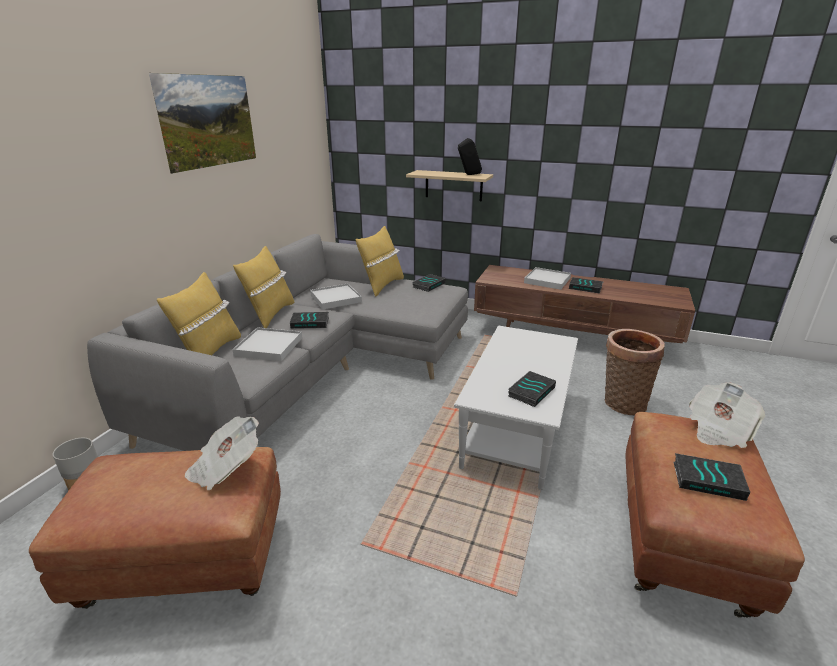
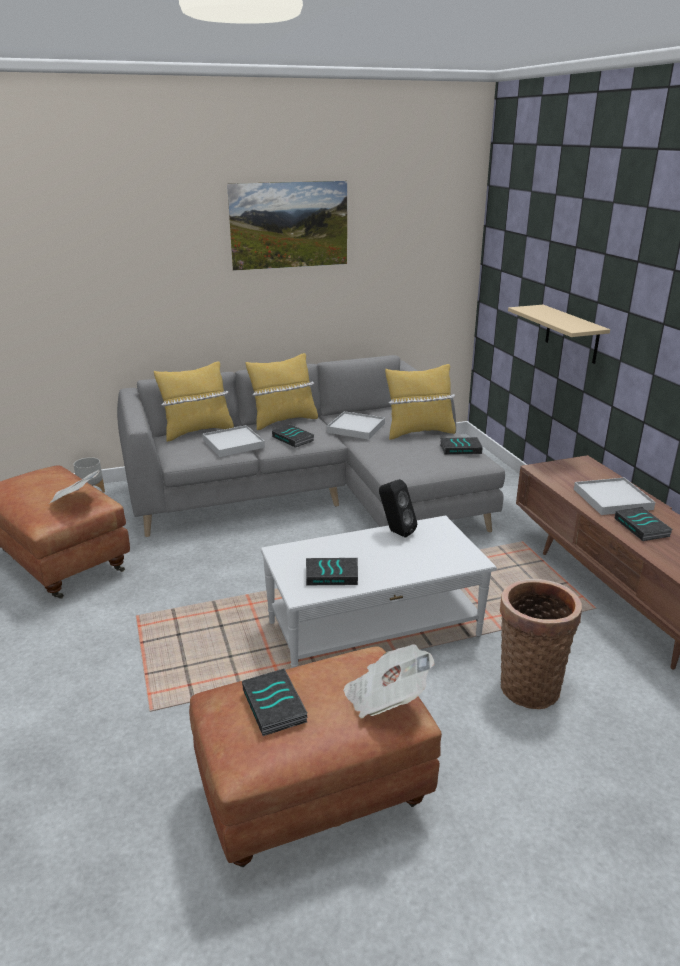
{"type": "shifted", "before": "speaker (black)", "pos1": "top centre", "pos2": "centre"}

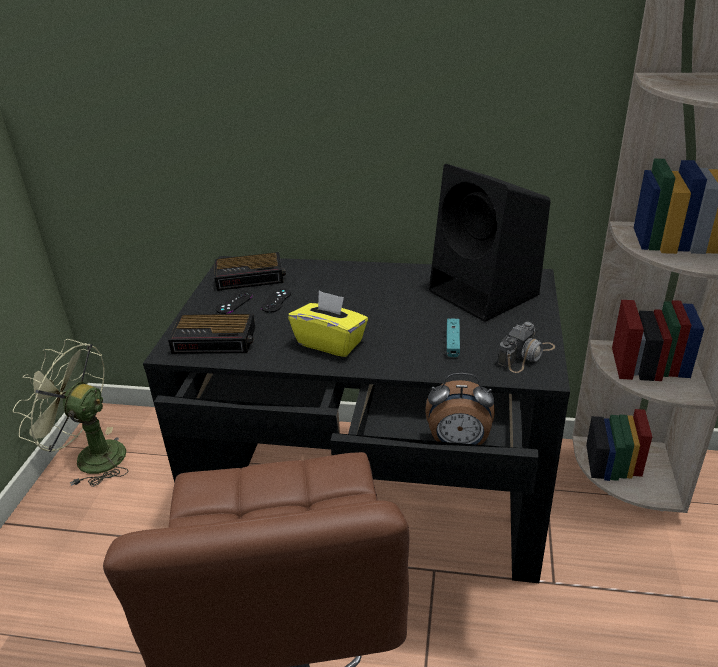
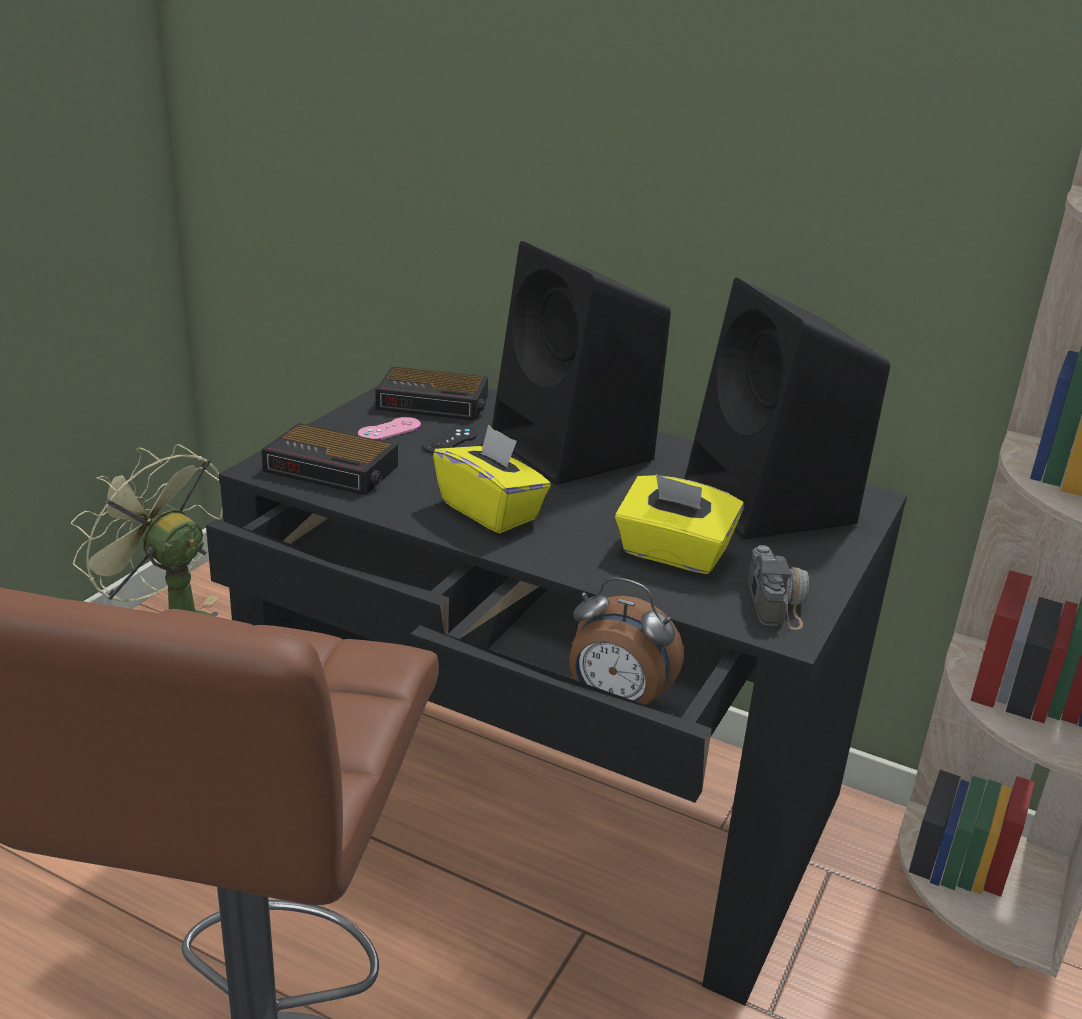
{"type": "repainted", "before": "game controller (black) (no. 1 from left)", "after": "game controller (pink)", "pos1": "middle left", "pos2": "centre"}
{"type": "swapped", "before": "game controller (turquoise)", "after": "tissue box (yellow) (no. 2 from left)", "pos1": "centre", "pos2": "centre"}
{"type": "rotated", "before": "photo camera", "pos1": "middle right", "pos2": "middle right", "turn": -60}
{"type": "new", "after": "speaker (black) (no. 1 from left)", "pos2": "centre"}

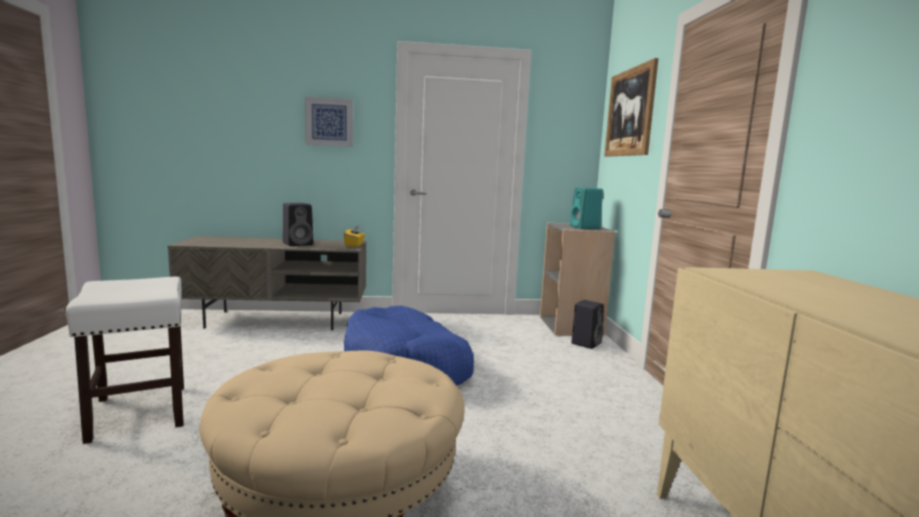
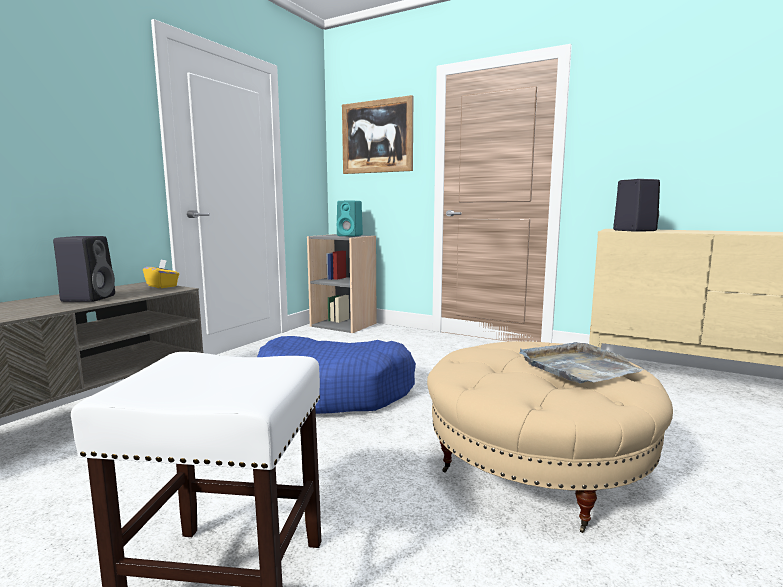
{"type": "gone", "before": "picture (no. 1 from left)", "pos1": "top centre"}
{"type": "shifted", "before": "speaker (black) (no. 2 from left)", "pos1": "centre", "pos2": "middle right"}
{"type": "new", "after": "tray (grey)", "pos2": "middle right"}

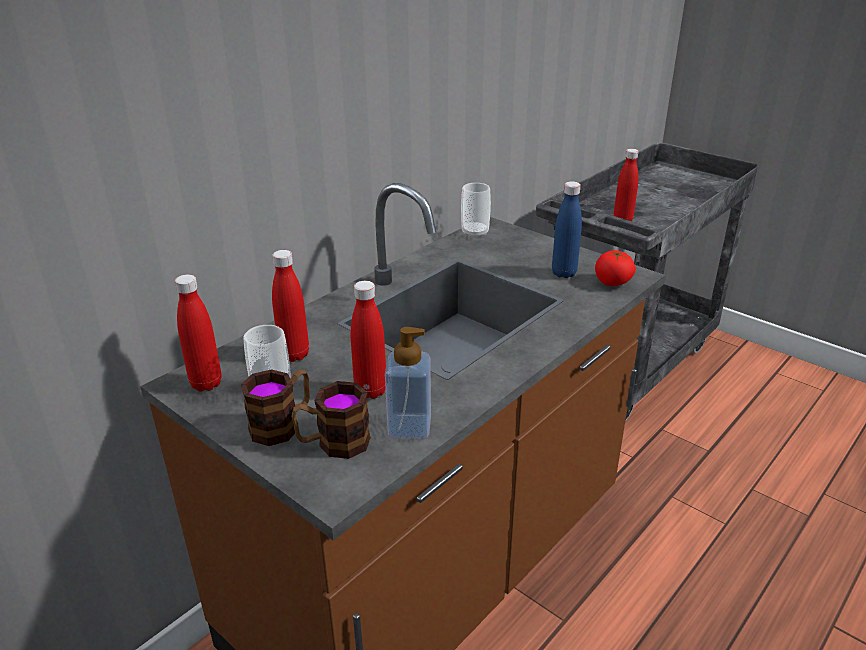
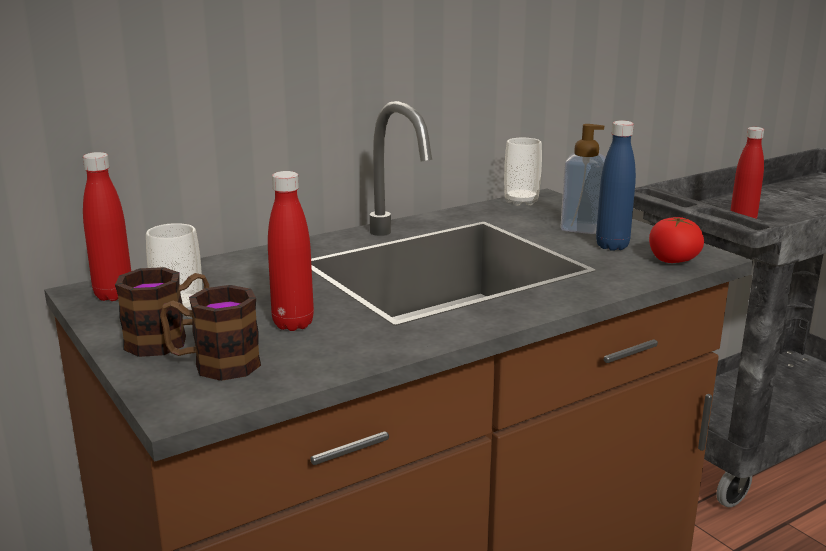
{"type": "gone", "before": "bottle (red) (no. 2 from left)", "pos1": "centre"}
{"type": "shifted", "before": "soap dispenser", "pos1": "centre", "pos2": "top right"}

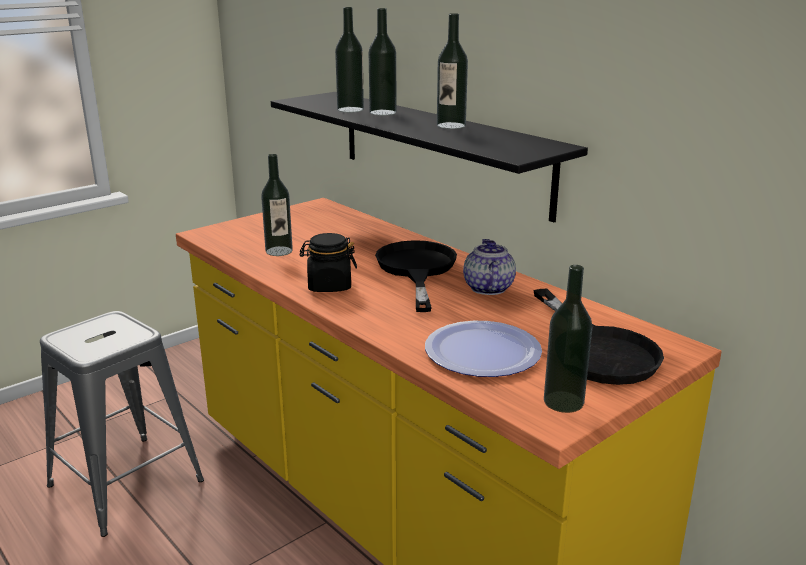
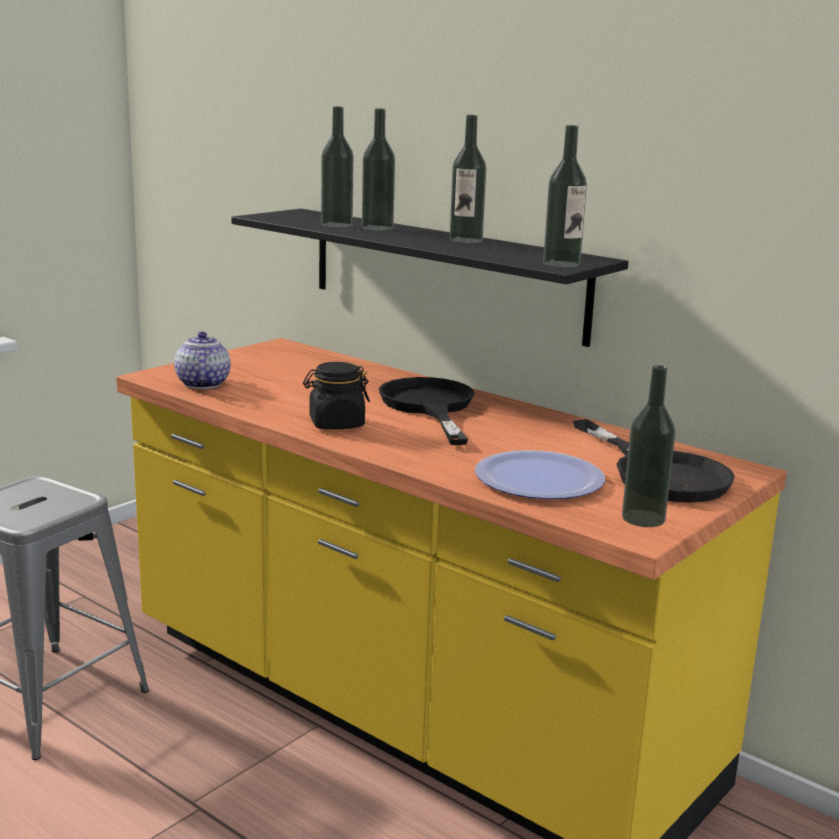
{"type": "shifted", "before": "bottle (no. 1 from left in the first image)", "after": "bottle (no. 4 from left)", "pos1": "centre", "pos2": "top right"}
{"type": "shifted", "before": "teapot", "pos1": "centre", "pos2": "middle left"}

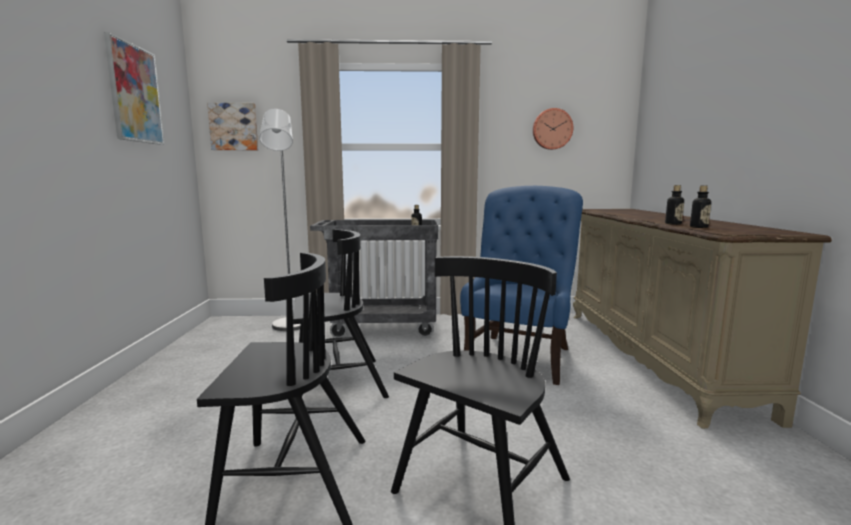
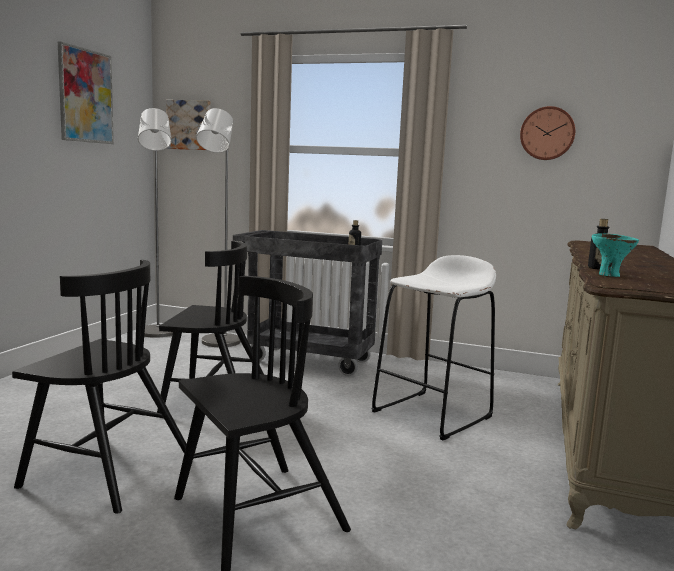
{"type": "swapped", "before": "chair (blue)", "after": "stool (white)", "pos1": "centre", "pos2": "centre"}
{"type": "swapped", "before": "bottle (no. 3 from left)", "after": "bowl (turquoise)", "pos1": "middle right", "pos2": "middle right"}
{"type": "new", "after": "floor lamp (grey) (no. 1 from left)", "pos2": "middle left"}

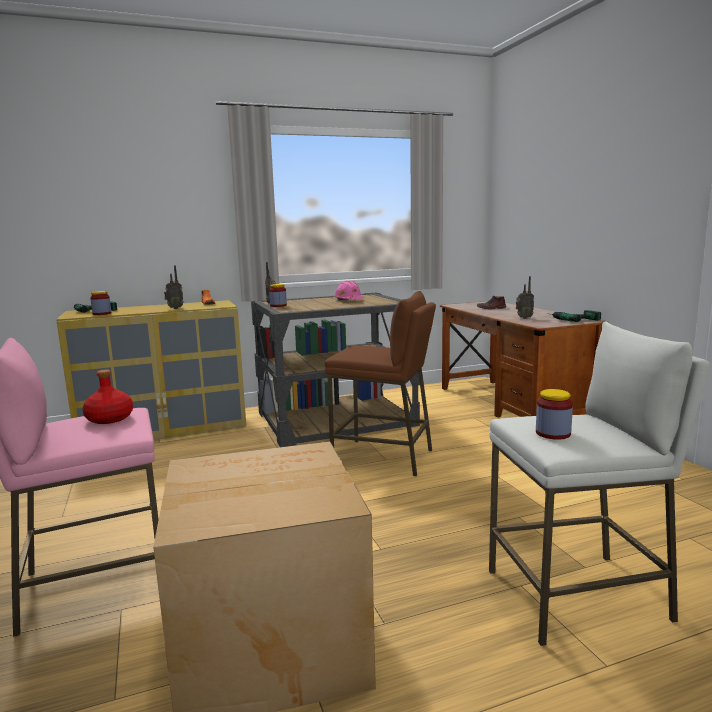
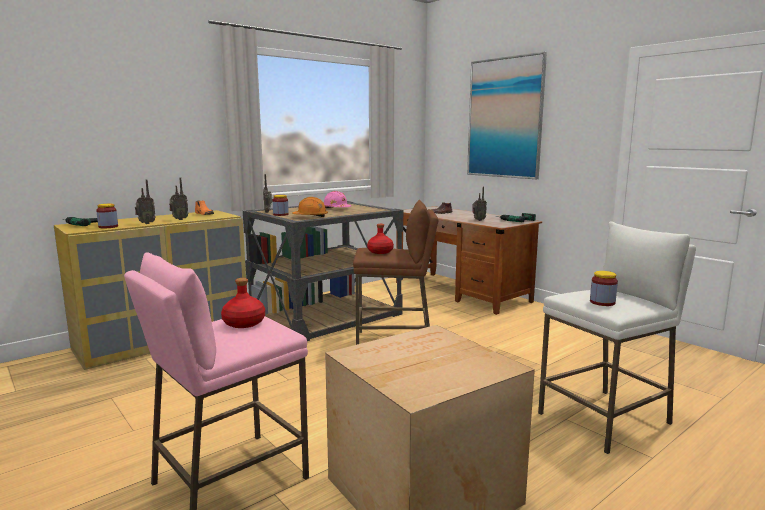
{"type": "new", "after": "radio (no. 1 from left)", "pos2": "middle left"}
{"type": "new", "after": "hard hat (orange)", "pos2": "centre"}
{"type": "new", "after": "bottle (red) (no. 2 from left)", "pos2": "centre"}
{"type": "new", "after": "picture", "pos2": "top centre"}

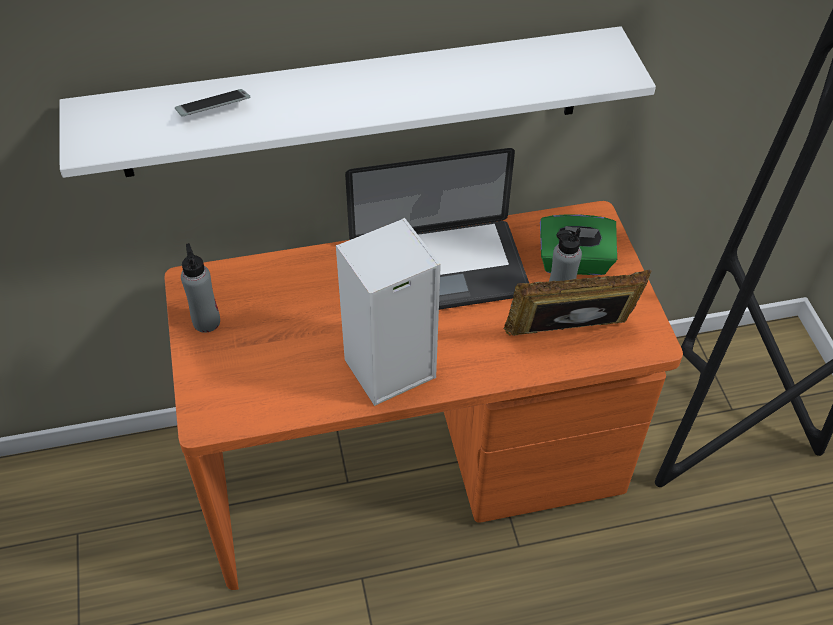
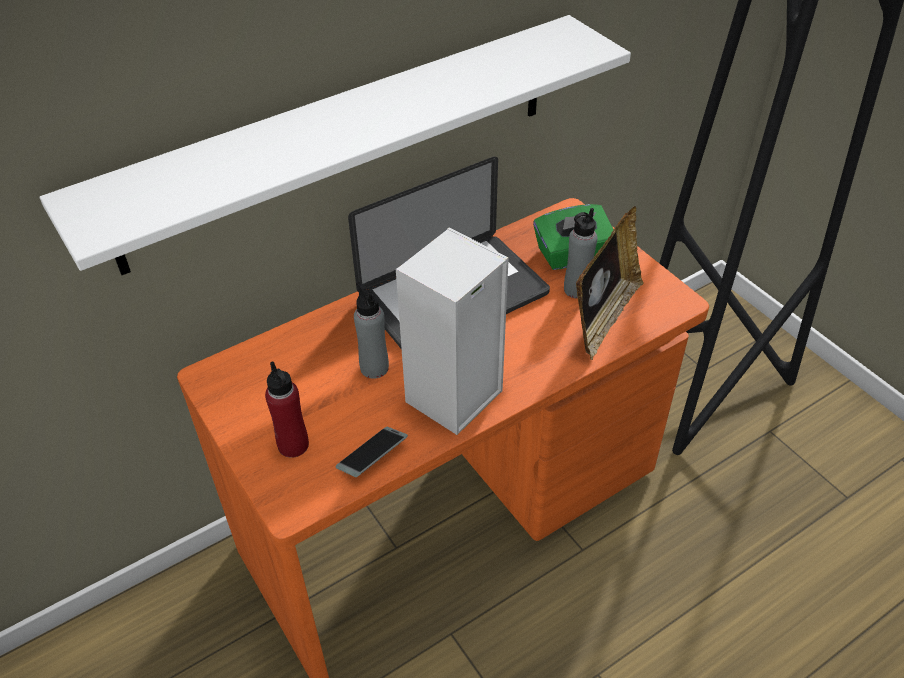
{"type": "shifted", "before": "phone", "pos1": "top left", "pos2": "bottom centre"}
{"type": "shifted", "before": "bottle (grey) (no. 1 from left)", "pos1": "middle left", "pos2": "centre"}
{"type": "rotated", "before": "picture frame", "pos1": "middle right", "pos2": "middle right", "turn": 150}
{"type": "new", "after": "bottle (red)", "pos2": "middle left"}

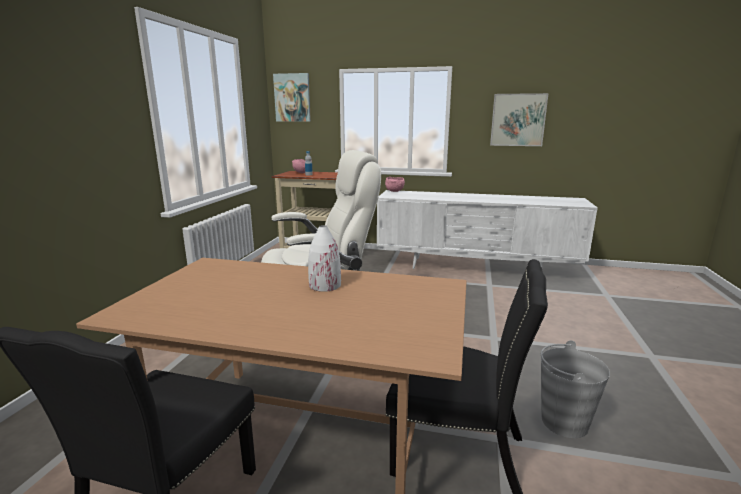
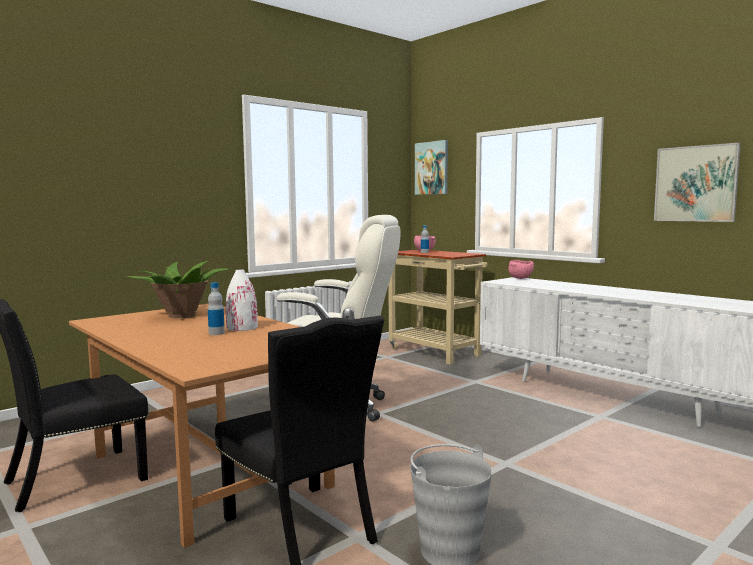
{"type": "new", "after": "potted plant", "pos2": "middle left"}
{"type": "new", "after": "bottle (no. 1 from left)", "pos2": "middle left"}

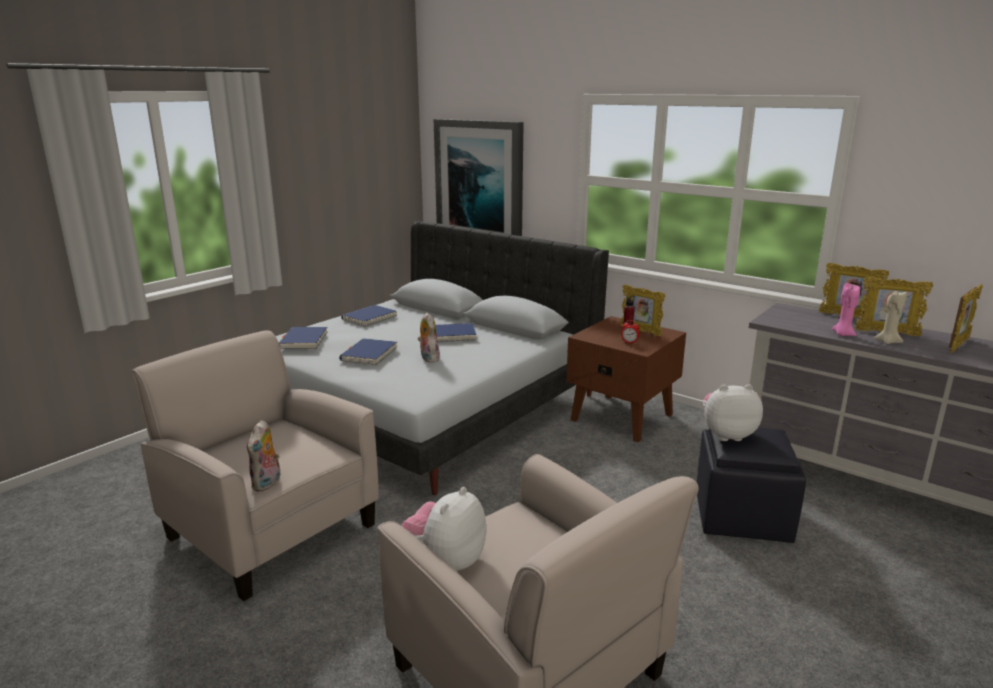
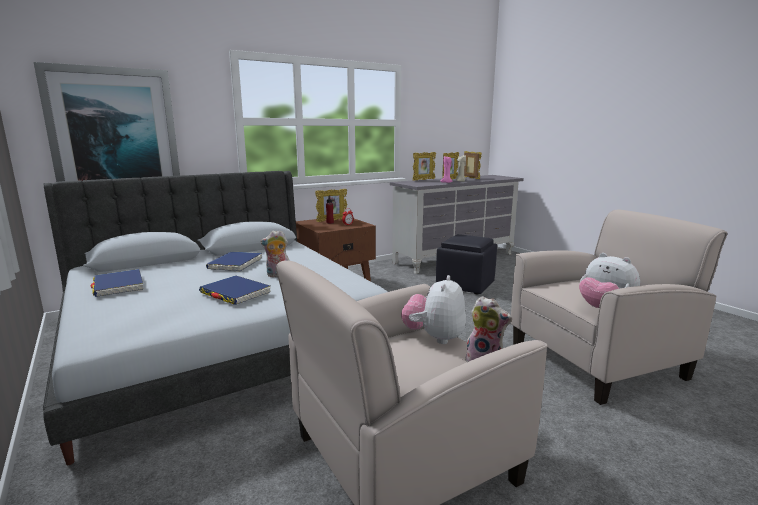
{"type": "gone", "before": "book (blue) (no. 1 from left)", "pos1": "middle left"}
{"type": "shifted", "before": "plush toy (no. 4 from left in the first image)", "after": "plush toy (no. 2 from left)", "pos1": "middle right", "pos2": "centre"}

